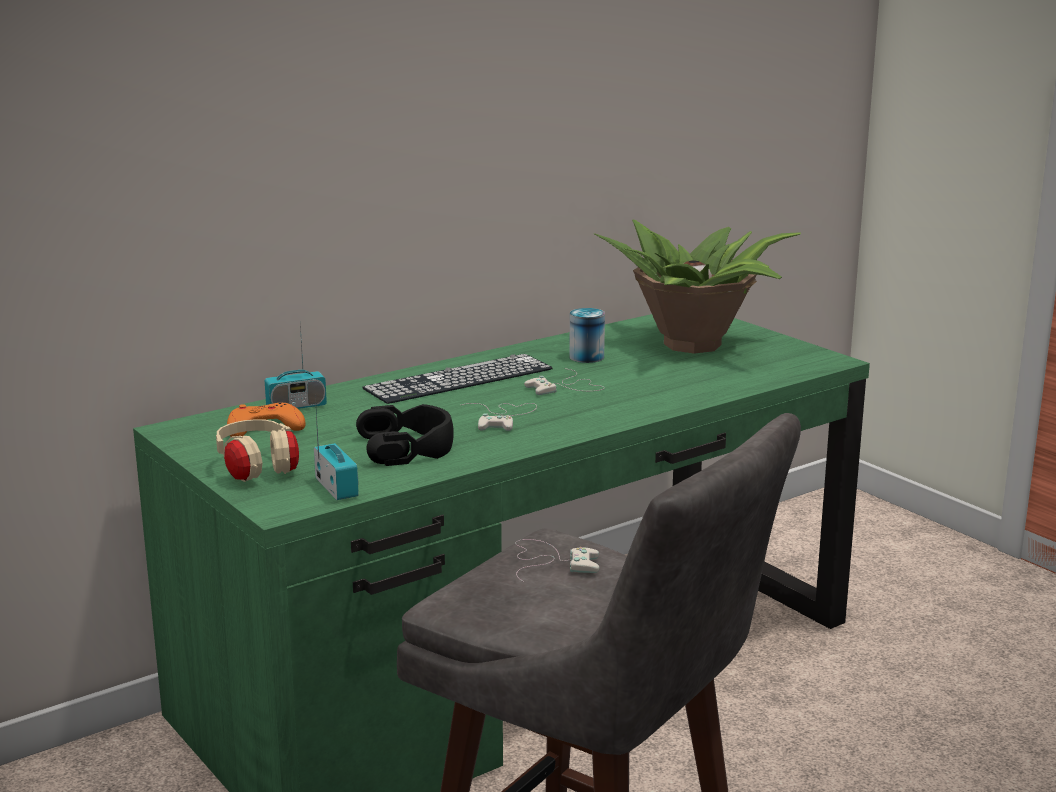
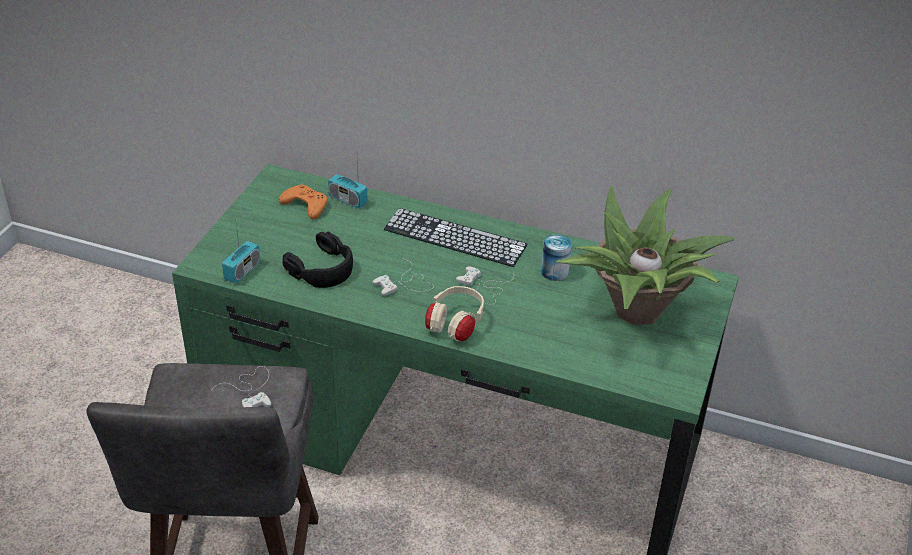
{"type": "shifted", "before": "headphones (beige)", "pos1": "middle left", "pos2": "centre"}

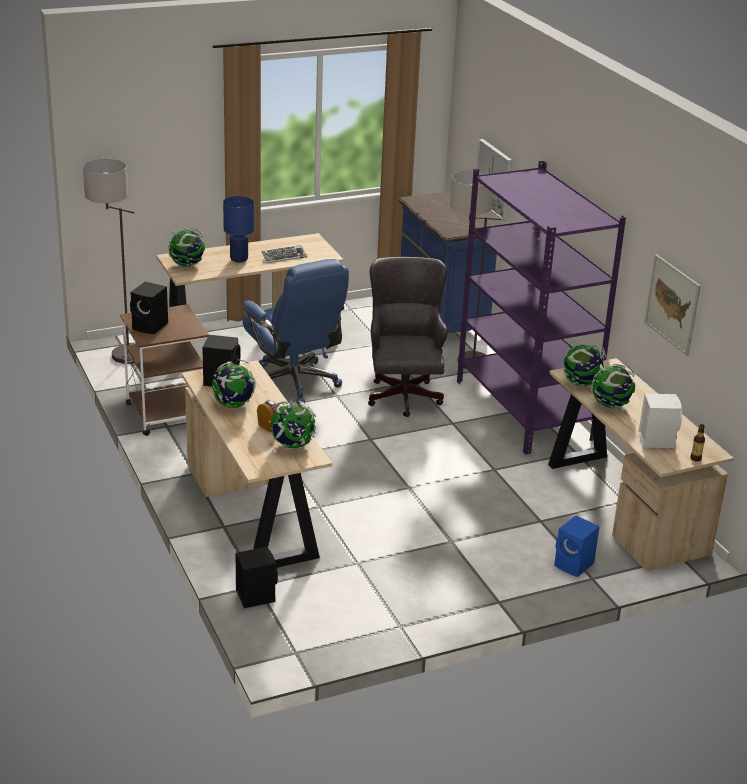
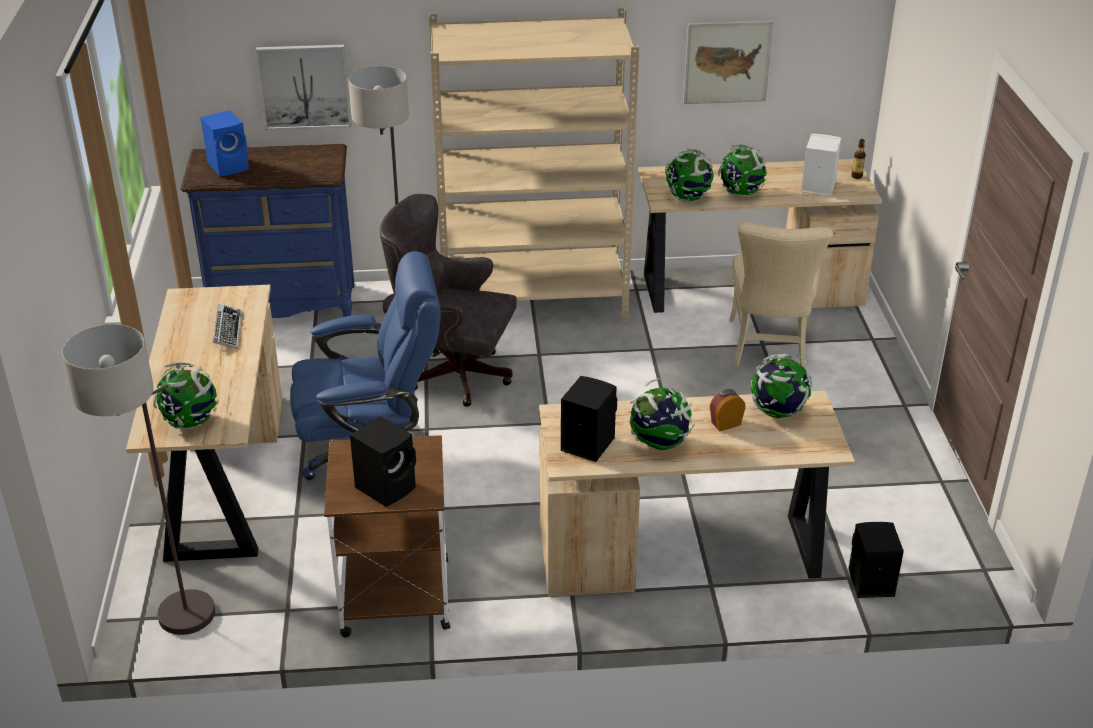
{"type": "gone", "before": "table lamp (blue)", "pos1": "top left"}
{"type": "repainted", "before": "bookcase (purple)", "after": "bookcase (beige)", "pos1": "middle right", "pos2": "top centre"}
{"type": "shifted", "before": "speaker (blue)", "pos1": "bottom right", "pos2": "top left"}
{"type": "new", "after": "chair (beige)", "pos2": "middle right"}

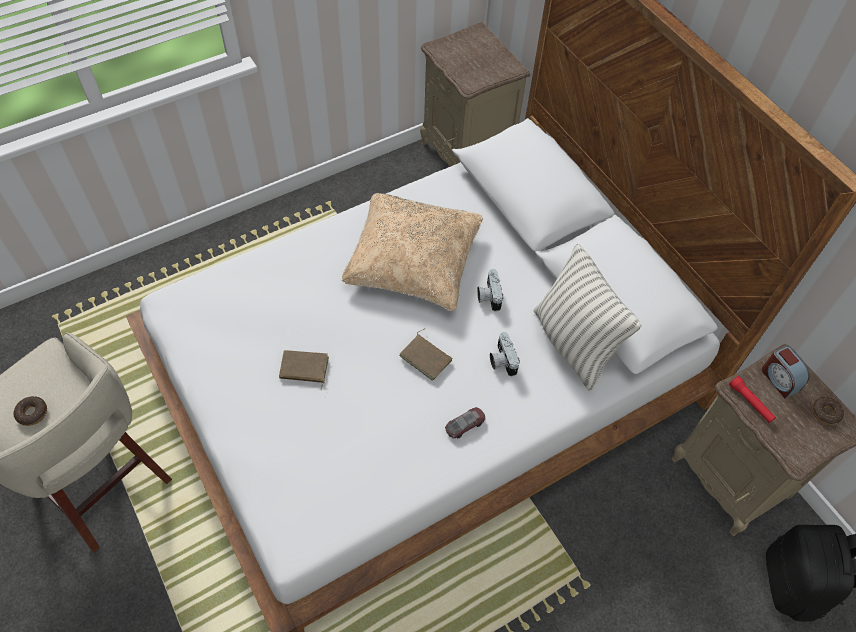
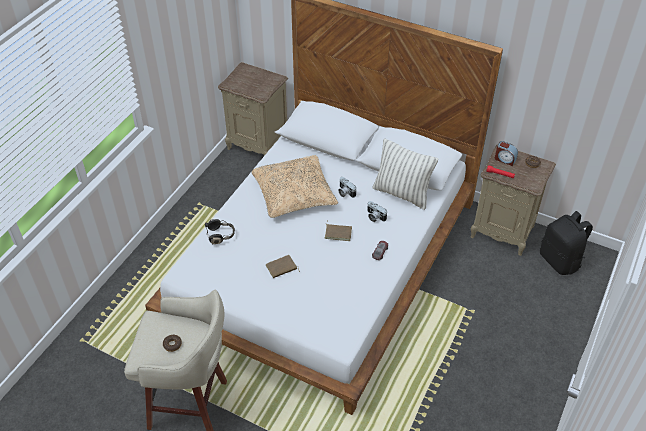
{"type": "new", "after": "headphones (black)", "pos2": "centre"}

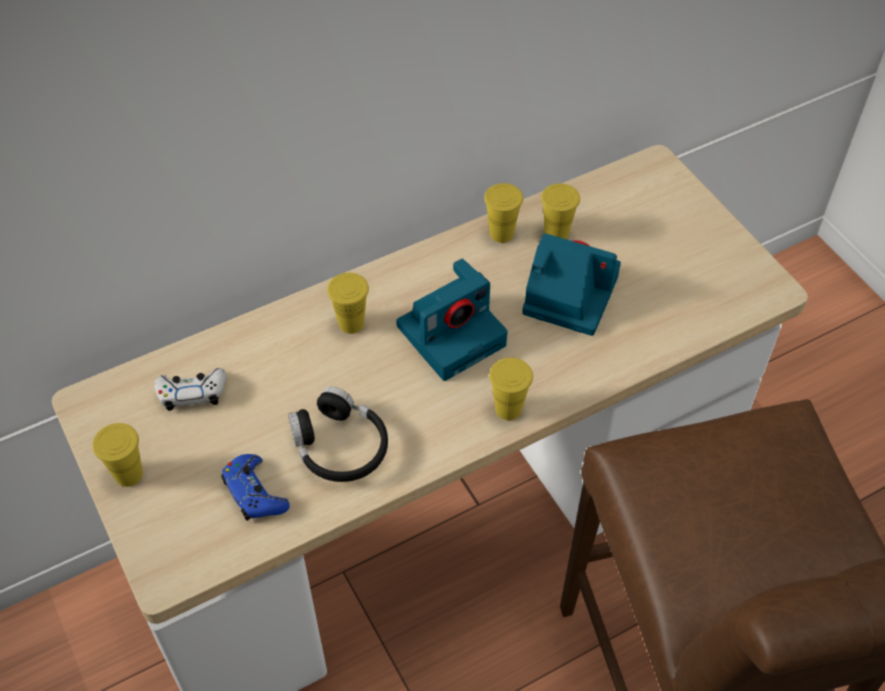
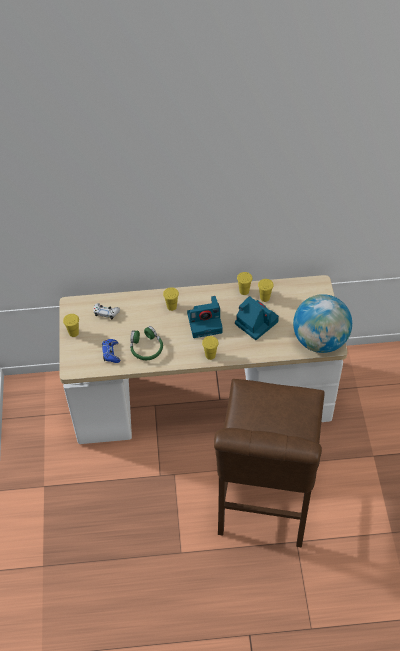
{"type": "repainted", "before": "headphones (black)", "after": "headphones (green)", "pos1": "centre", "pos2": "centre"}
{"type": "new", "after": "globe", "pos2": "middle right"}

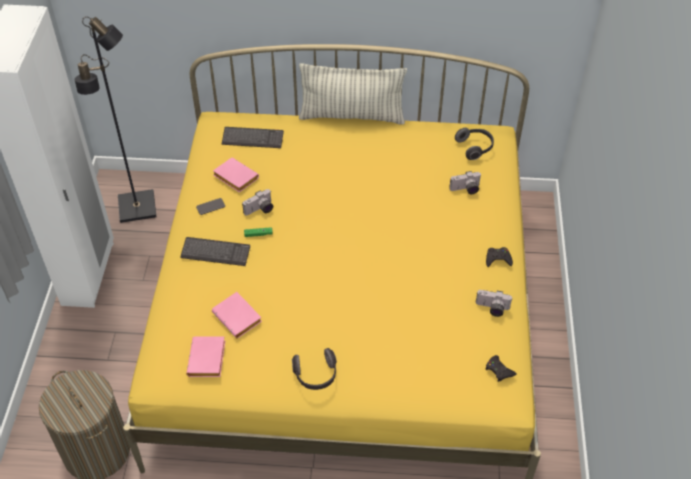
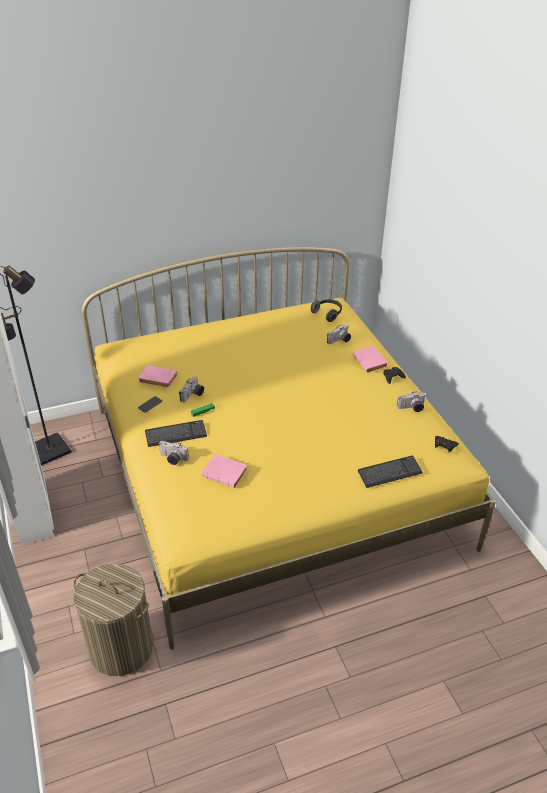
{"type": "shifted", "before": "book (pink) (no. 1 from left in the first image)", "after": "book (pink) (no. 3 from left)", "pos1": "bottom left", "pos2": "middle right"}
{"type": "shifted", "before": "keyboard (no. 2 from left)", "pos1": "top centre", "pos2": "middle right"}
{"type": "gone", "before": "headphones (no. 1 from left)", "pos1": "bottom centre"}
{"type": "gone", "before": "pillow", "pos1": "top centre"}
{"type": "new", "after": "photo camera (no. 1 from left)", "pos2": "middle left"}

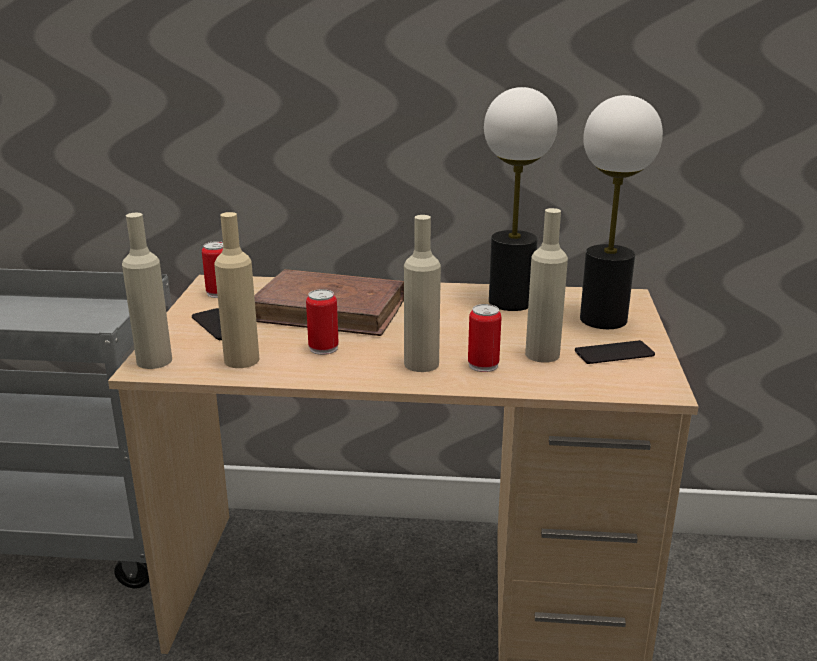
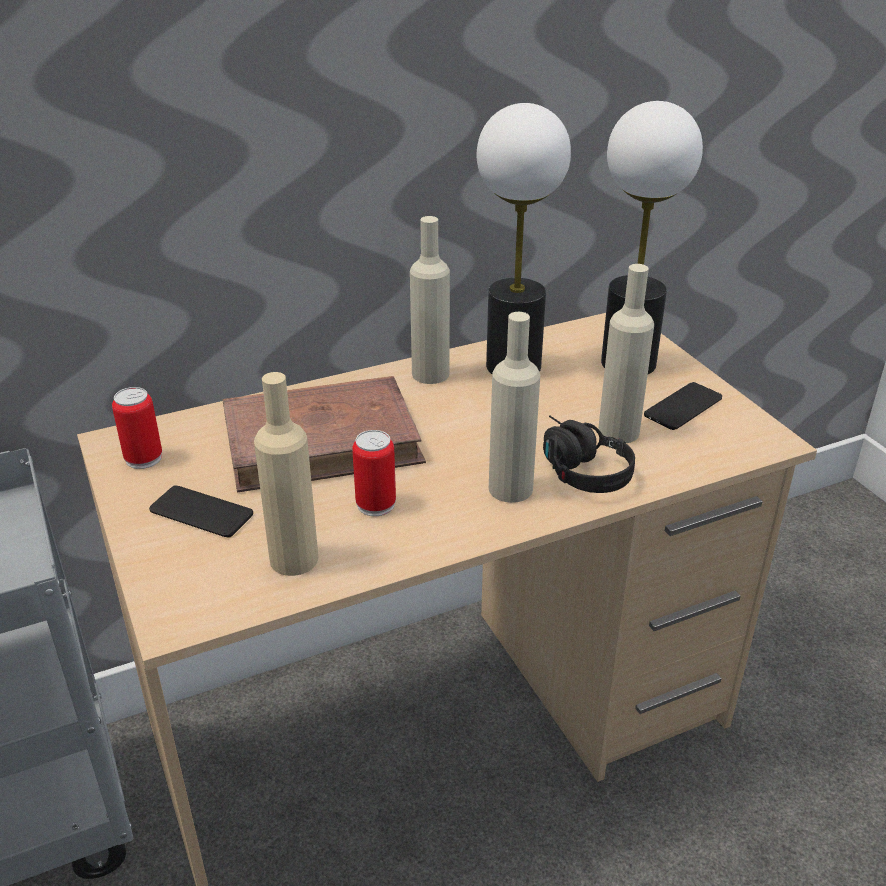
{"type": "shifted", "before": "bottle (beige) (no. 1 from left in the first image)", "after": "bottle (beige) (no. 2 from left)", "pos1": "middle left", "pos2": "centre"}
{"type": "swapped", "before": "can (no. 3 from left)", "after": "headphones (black)", "pos1": "centre", "pos2": "centre"}

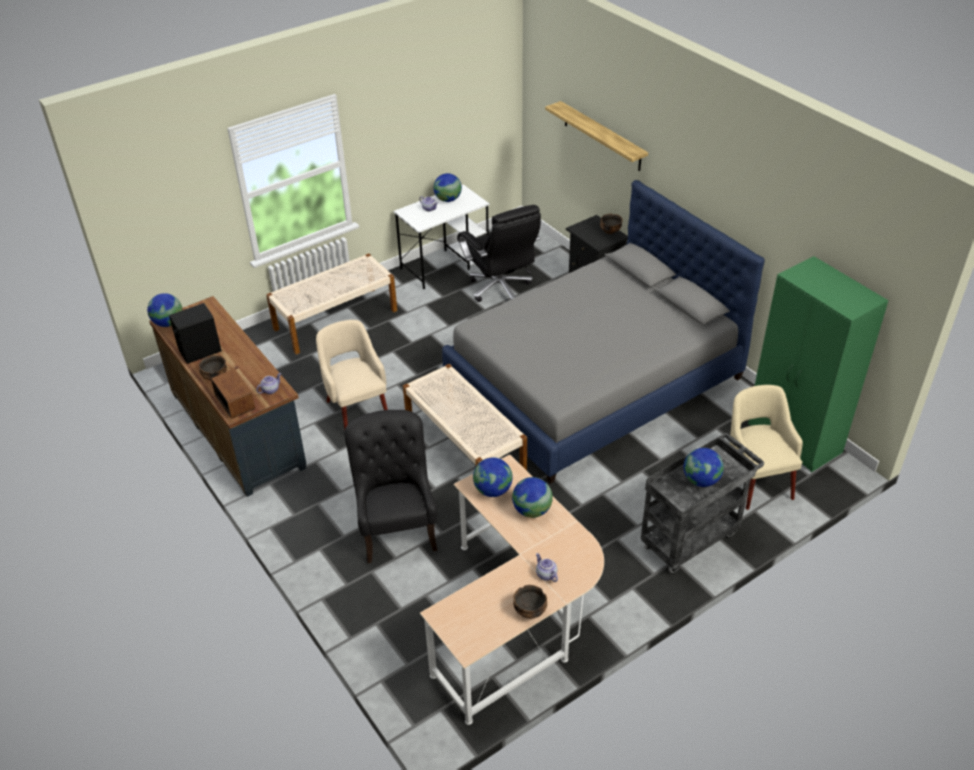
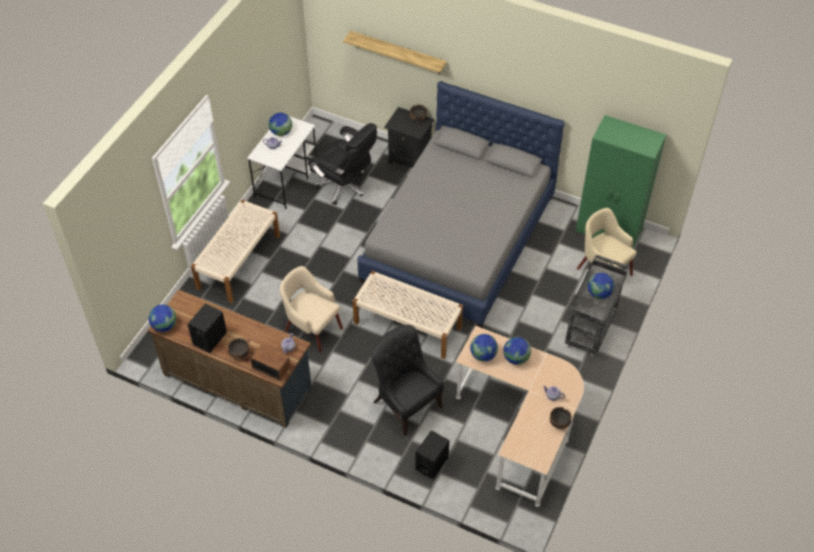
{"type": "new", "after": "speaker (black) (no. 2 from left)", "pos2": "bottom centre"}

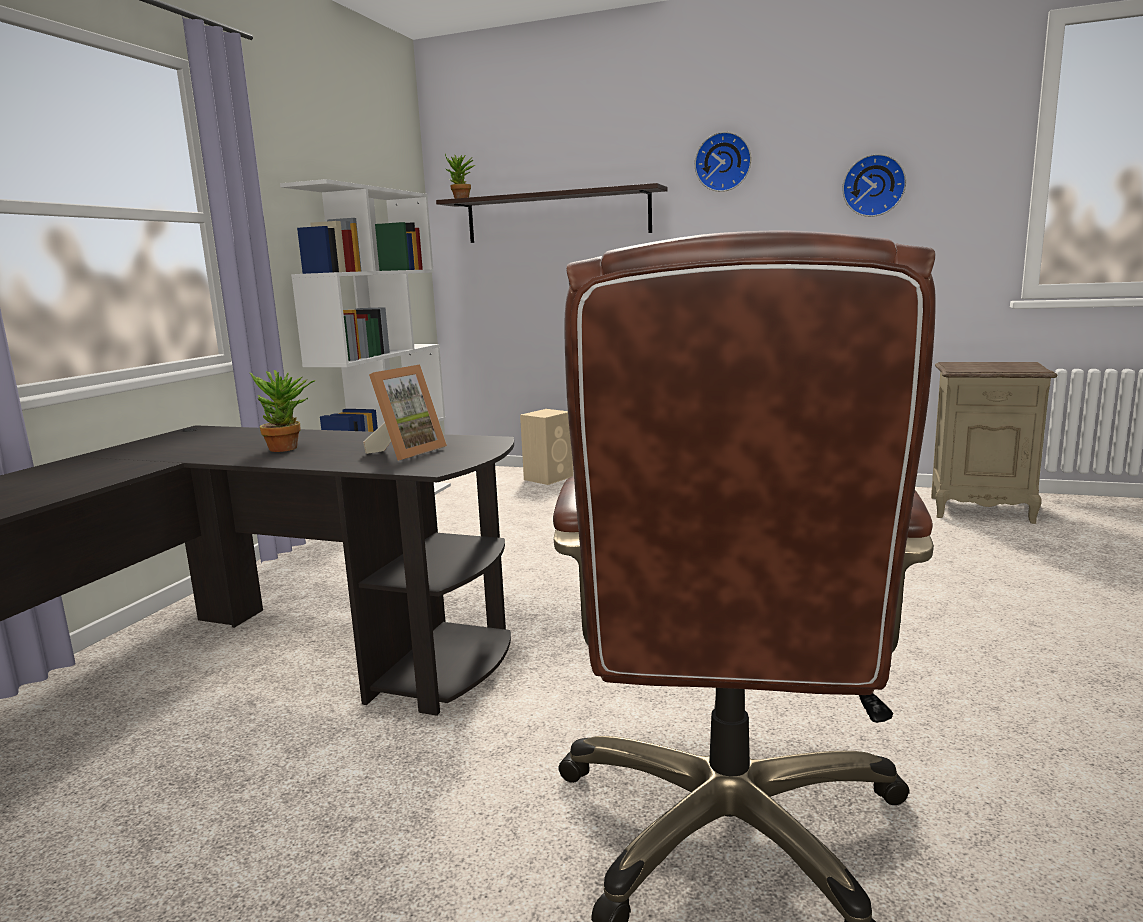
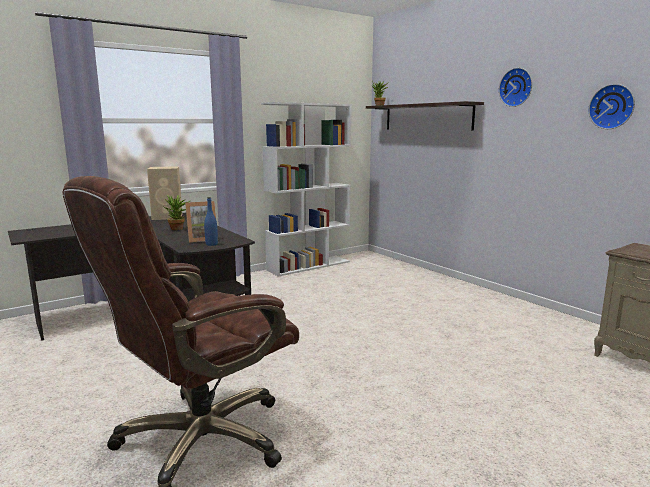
{"type": "shifted", "before": "speaker (beige)", "pos1": "centre", "pos2": "middle left"}
{"type": "new", "after": "bottle (blue)", "pos2": "middle left"}

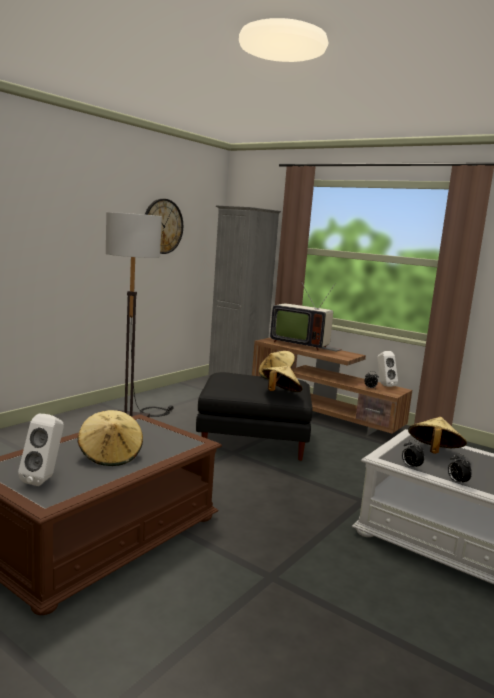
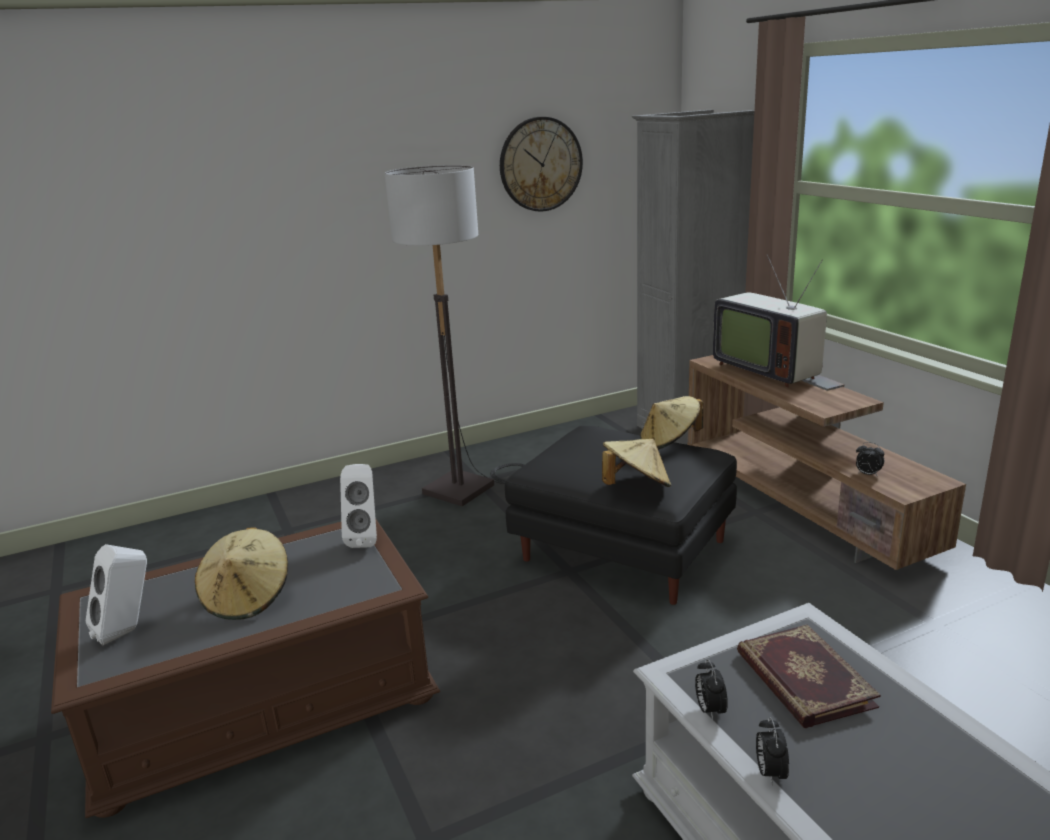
{"type": "shifted", "before": "speaker (white) (no. 2 from left)", "pos1": "middle right", "pos2": "centre"}
{"type": "swapped", "before": "hat (beige) (no. 4 from left)", "after": "book", "pos1": "middle right", "pos2": "bottom right"}

